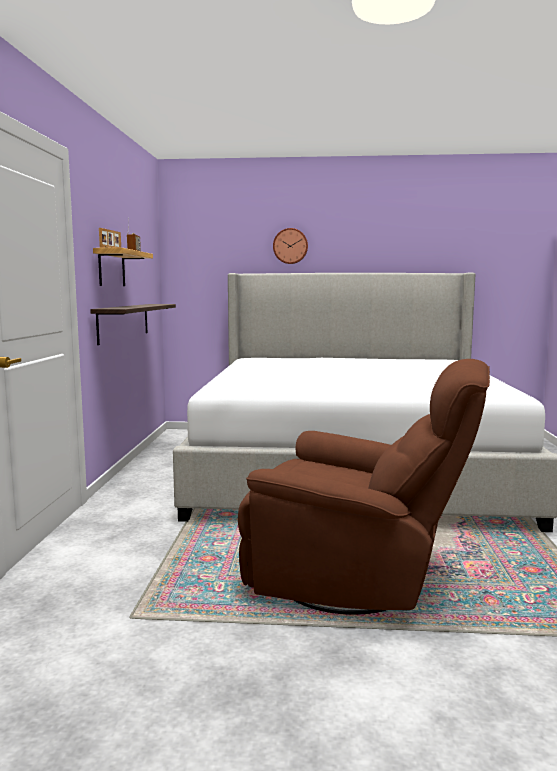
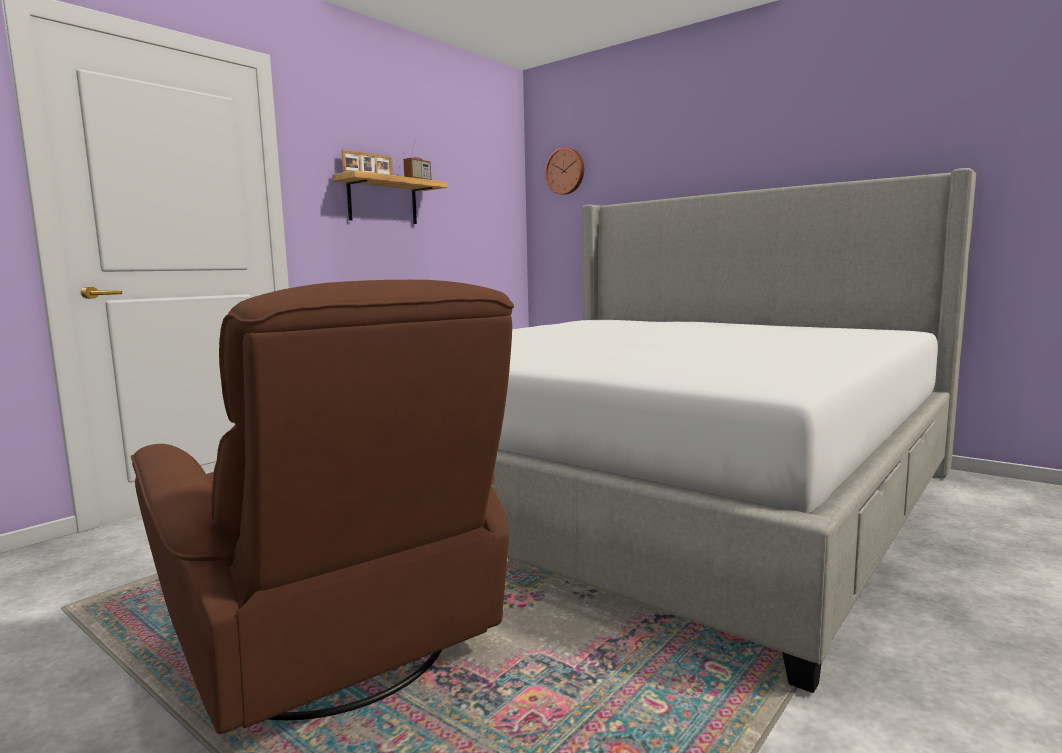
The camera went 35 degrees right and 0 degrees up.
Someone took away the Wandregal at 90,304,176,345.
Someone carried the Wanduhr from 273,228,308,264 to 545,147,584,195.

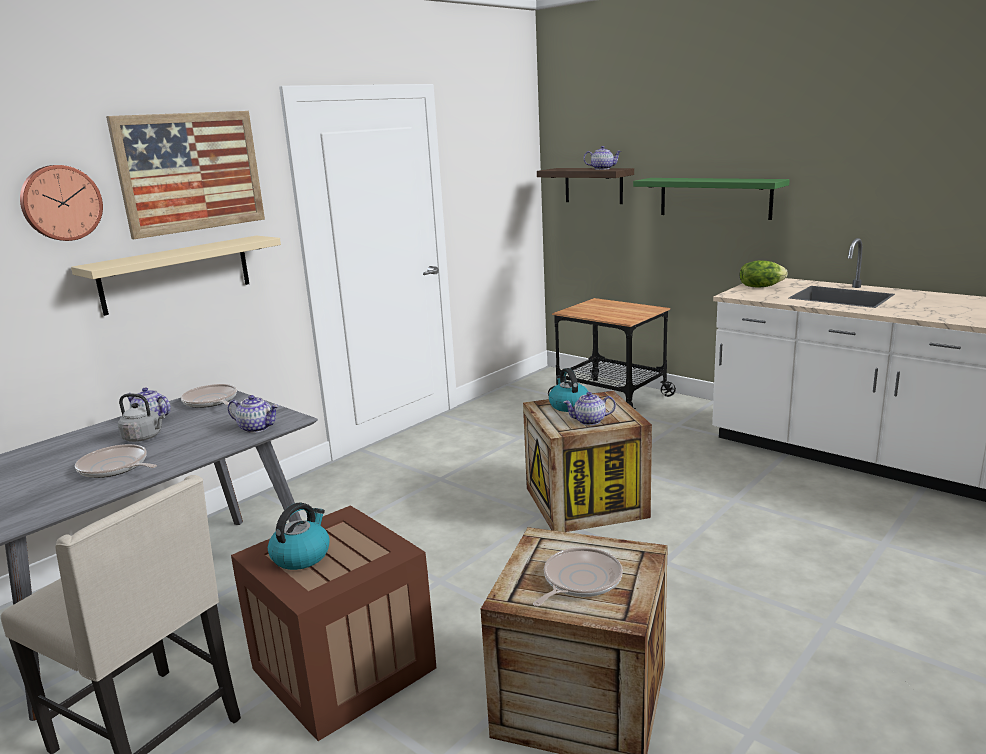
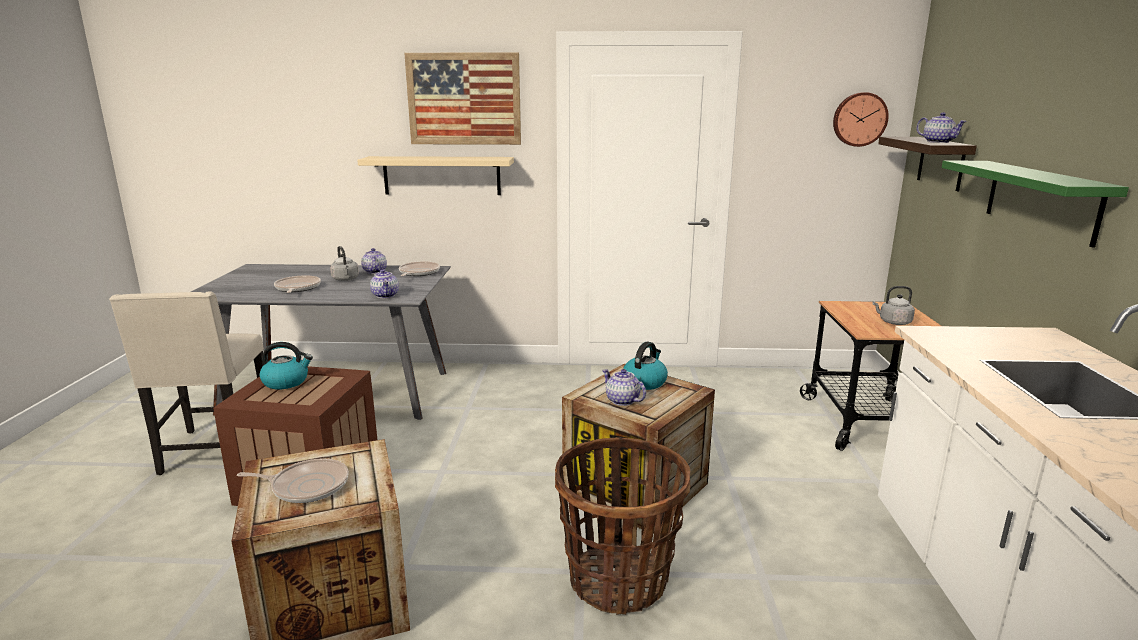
The camera went 50 degrees right and 0 degrees up.
Someone took away the Salatkopf at 740,260,787,287.
Someone put down the Korb at 555,437,691,615.
Someone put down the Wasserkessel/grau at 872,286,915,325.
Someone carried the Wanduhr from 20,165,103,241 to 833,92,889,147.

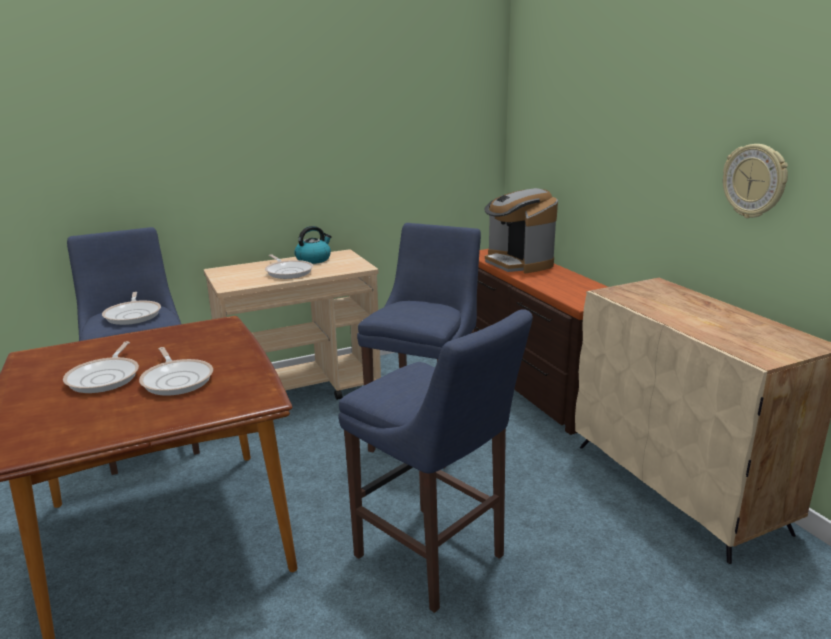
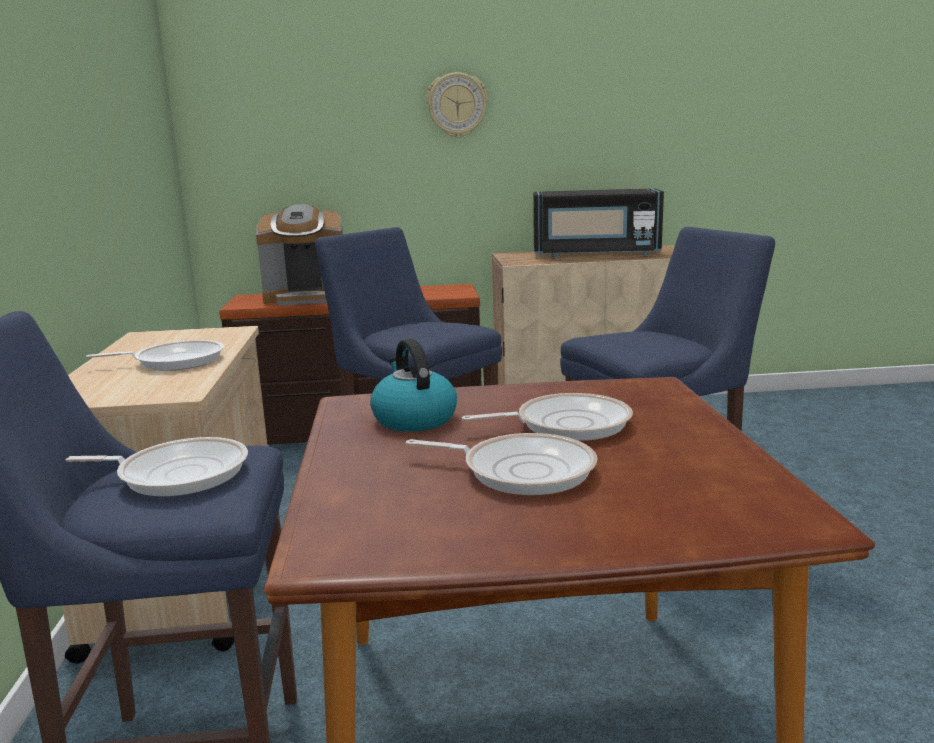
The camera went 70 degrees left and 5 degrees down.
Someone put down the Mikrowelle/schwarz at 533,188,664,258.
Someone carried the Wasserkessel from 294,226,332,264 to 370,339,457,432.
Someone carried the Wanduhr from 723,144,788,218 to 426,72,488,138.

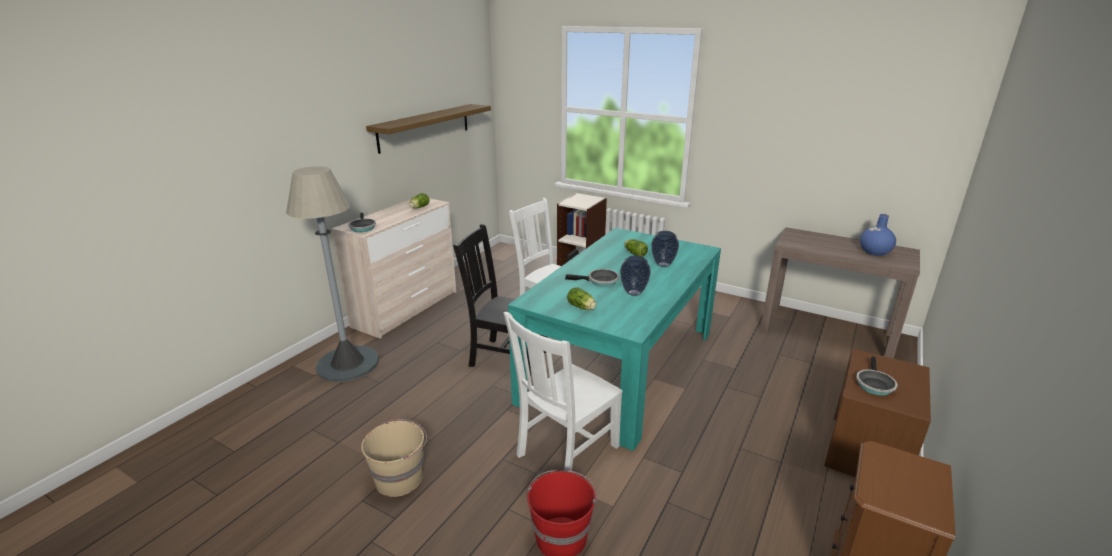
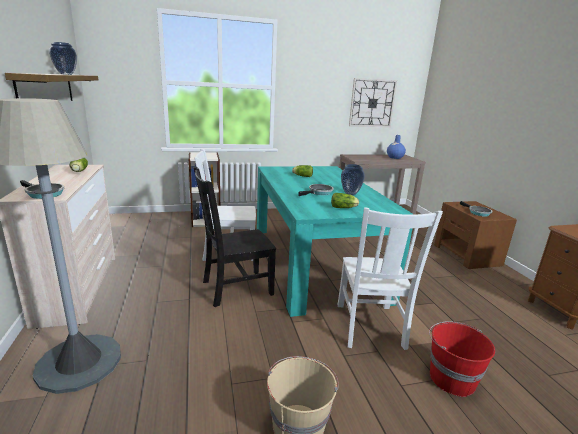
The camera went 45 degrees left and 5 degrees down.
Someone put up the Wanduhr at 349,78,397,127.
Someone carried the Vase from 651,231,679,267 to 49,42,77,75.

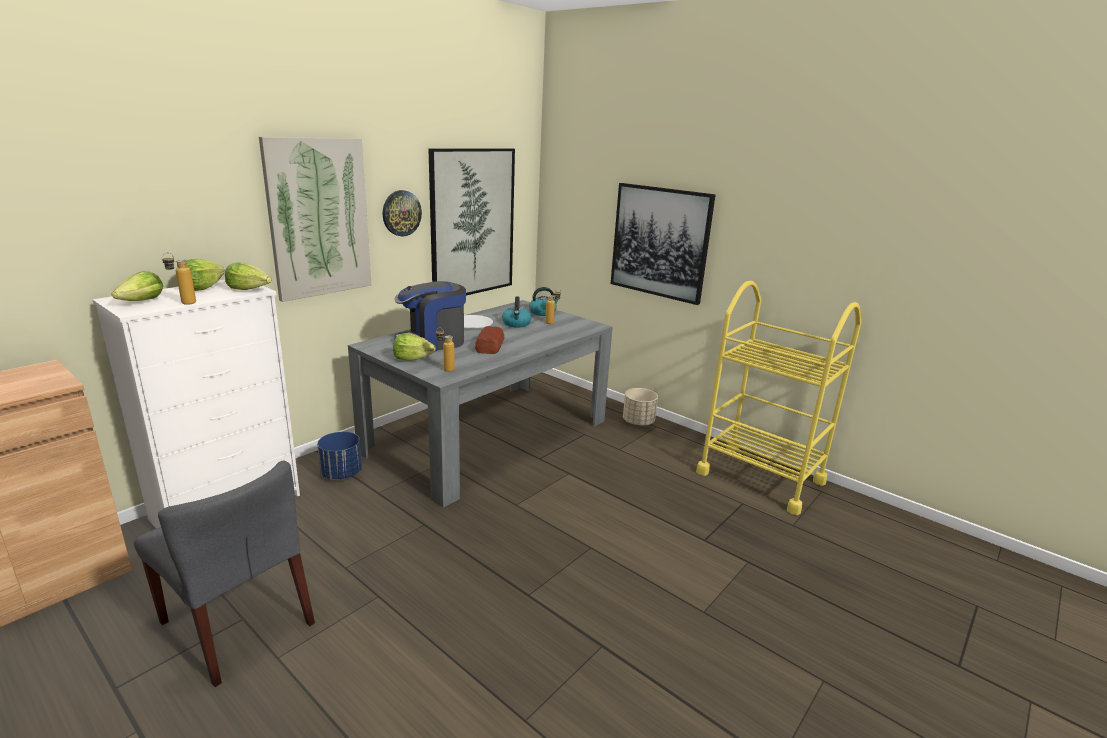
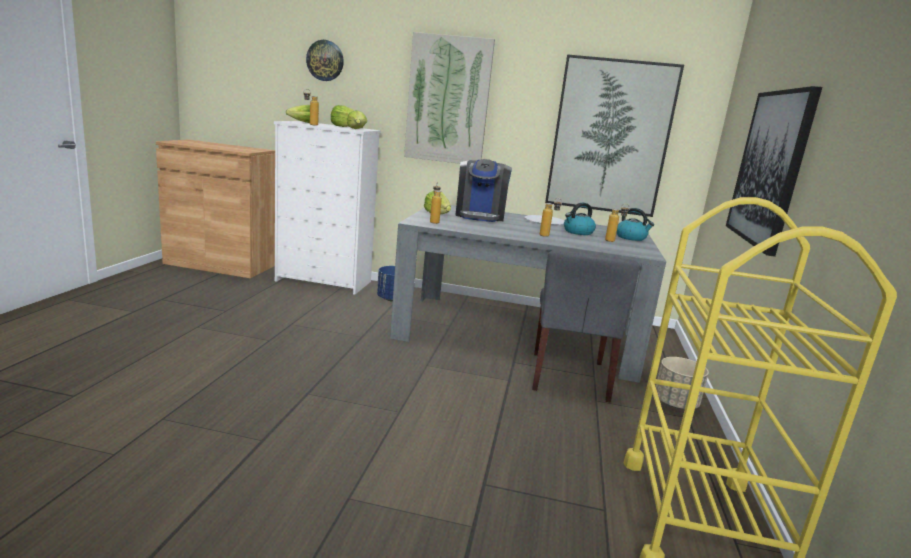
The camera went 60 degrees right and 5 degrees down.
Someone took away the Brot at 475,326,504,354.
Someone put down the Flasche at 540,198,562,237.
Someone carried the Stuhl/grau from 134,461,315,687 to 532,250,640,402.
Someone carried the Wanduhr from 383,190,422,237 to 306,40,344,81.
Someone rotated the Kaffeemaschine at 394,281,466,351 by 120 degrees counterclockwise.

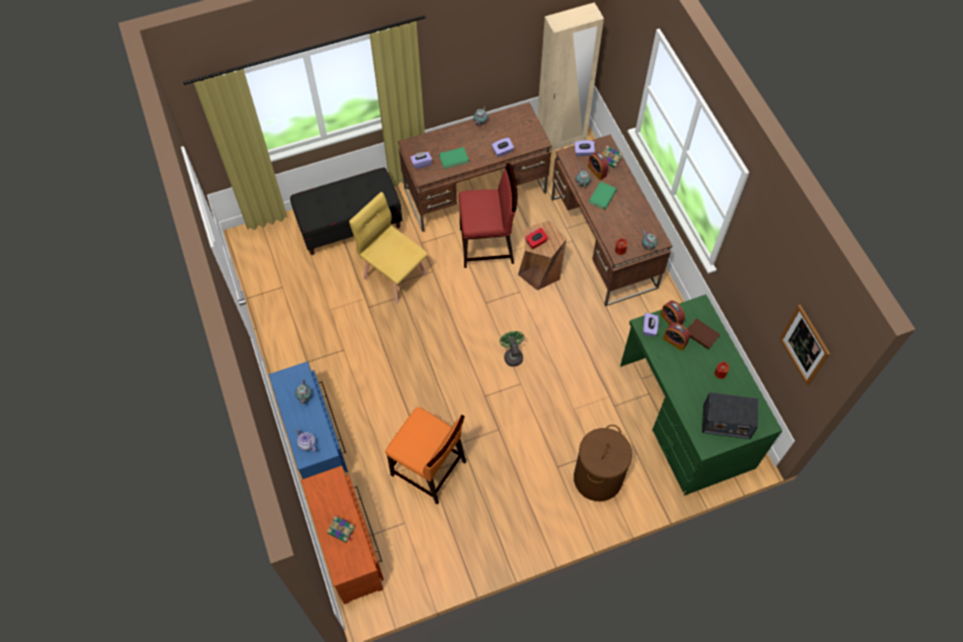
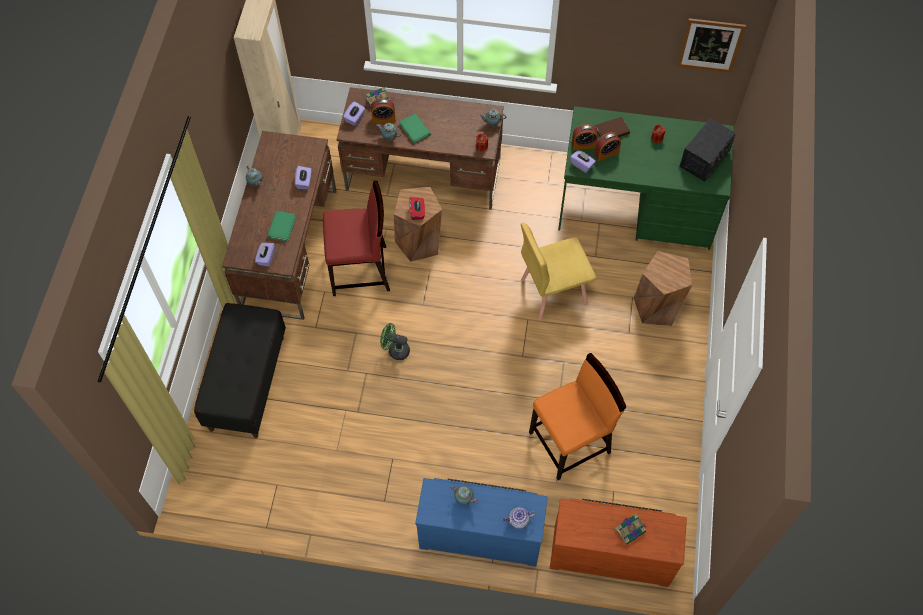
The camera went 60 degrees left and 0 degrees up.
Someone carried the Stuhl/gelb from 349,192,428,304 to 521,223,597,321.
Someone carried the Ventilator/grün from 500,331,524,367 to 380,323,410,360.
Someone swapped the Wäschekorb/braun at 574,425,632,501 for the Hocker/braun at 634,251,693,326.
Someone rotated the Stuhl/rot at 459,164,517,268 by 60 degrees clockwise.

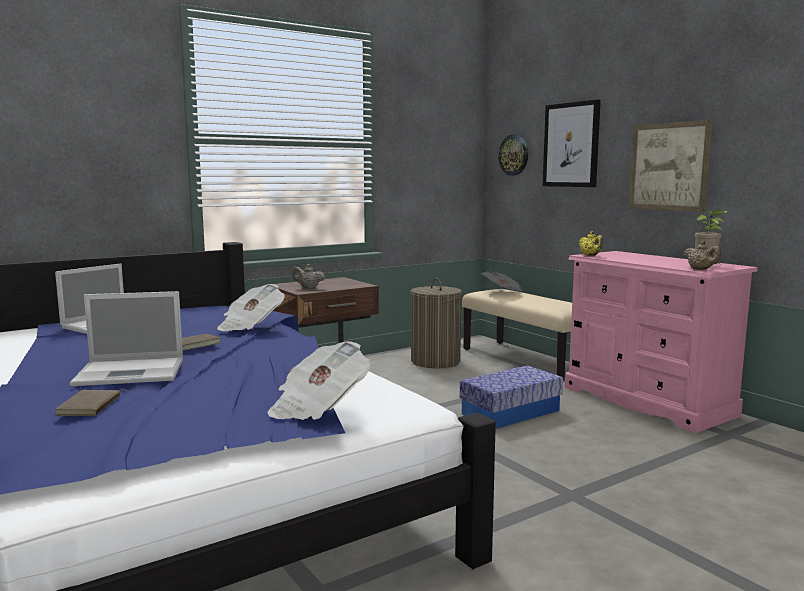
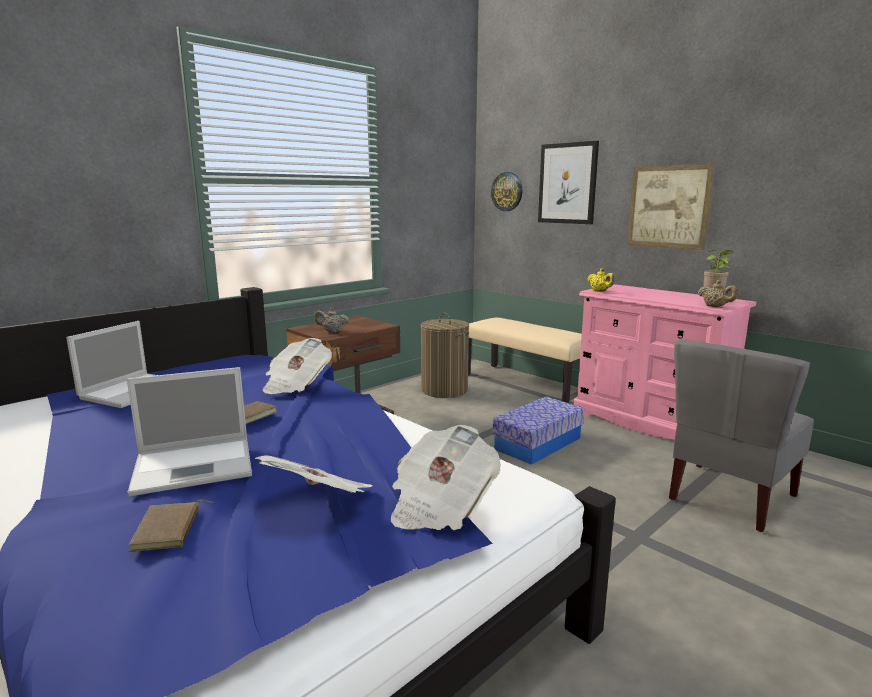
The camera went 10 degrees left and 5 degrees up.
Someone put down the Stuhl/grau at 669,340,814,532.
Someone carried the Zeitung from 481,271,523,291 to 255,455,373,493.

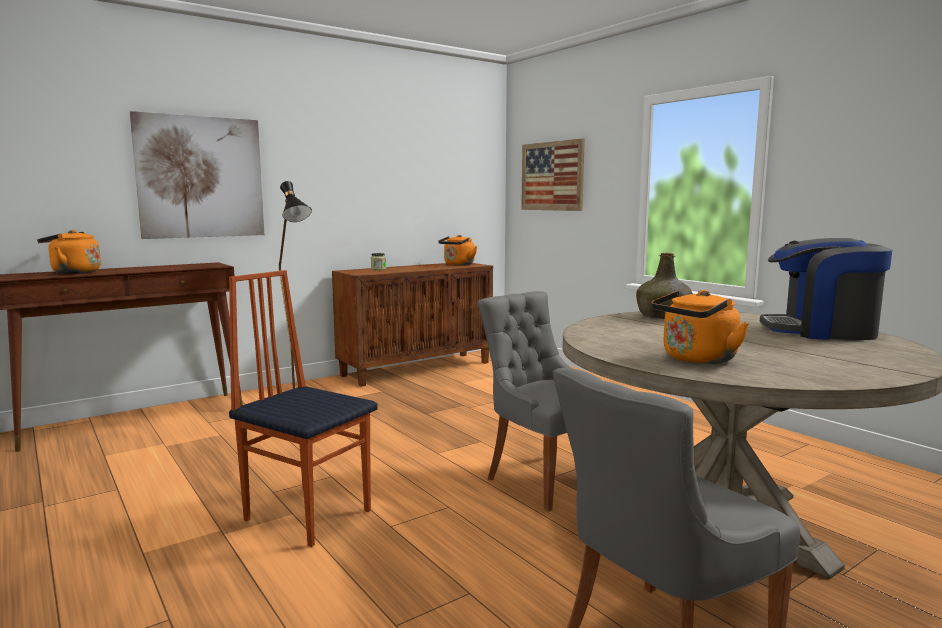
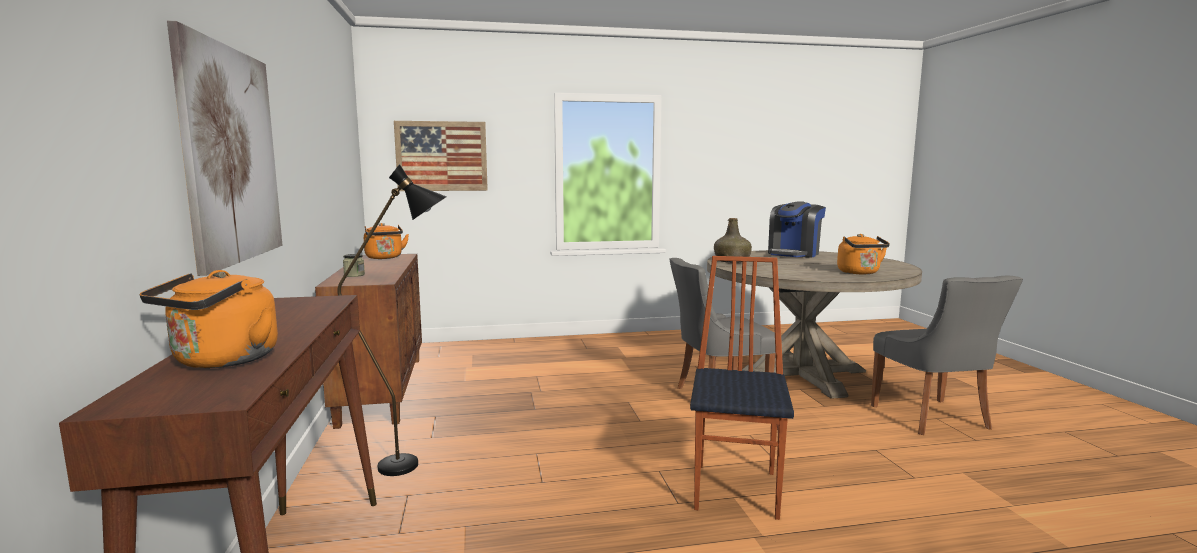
The camera went 65 degrees left and 0 degrees up.
Someone rotated the Stuhl at 229,270,378,547 by 135 degrees clockwise.

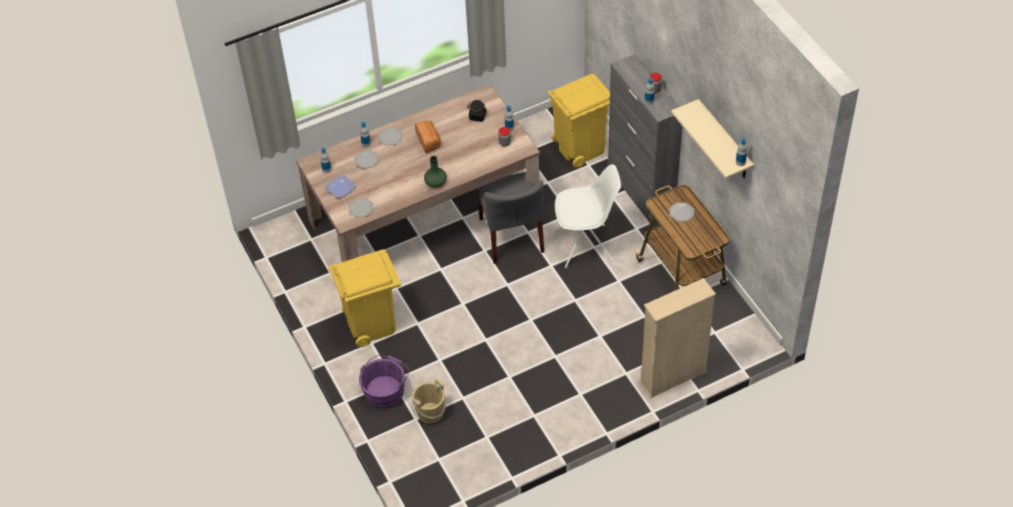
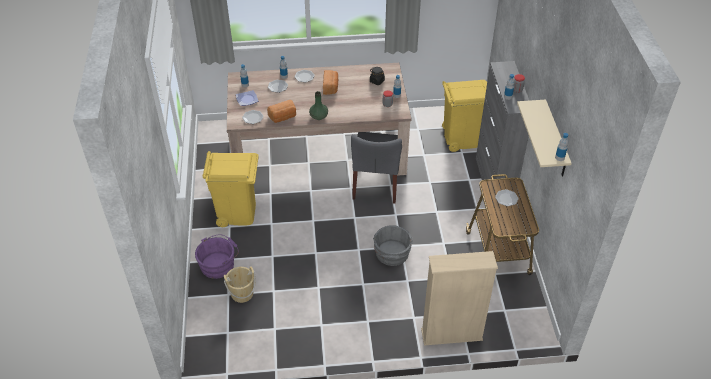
The camera went 20 degrees right and 5 degrees down.
Someone took away the Stuhl/weiß at 555,164,621,268.
Someone put down the Brot at 267,100,296,123.
Someone put down the Eimer/grau at 373,225,413,266.

